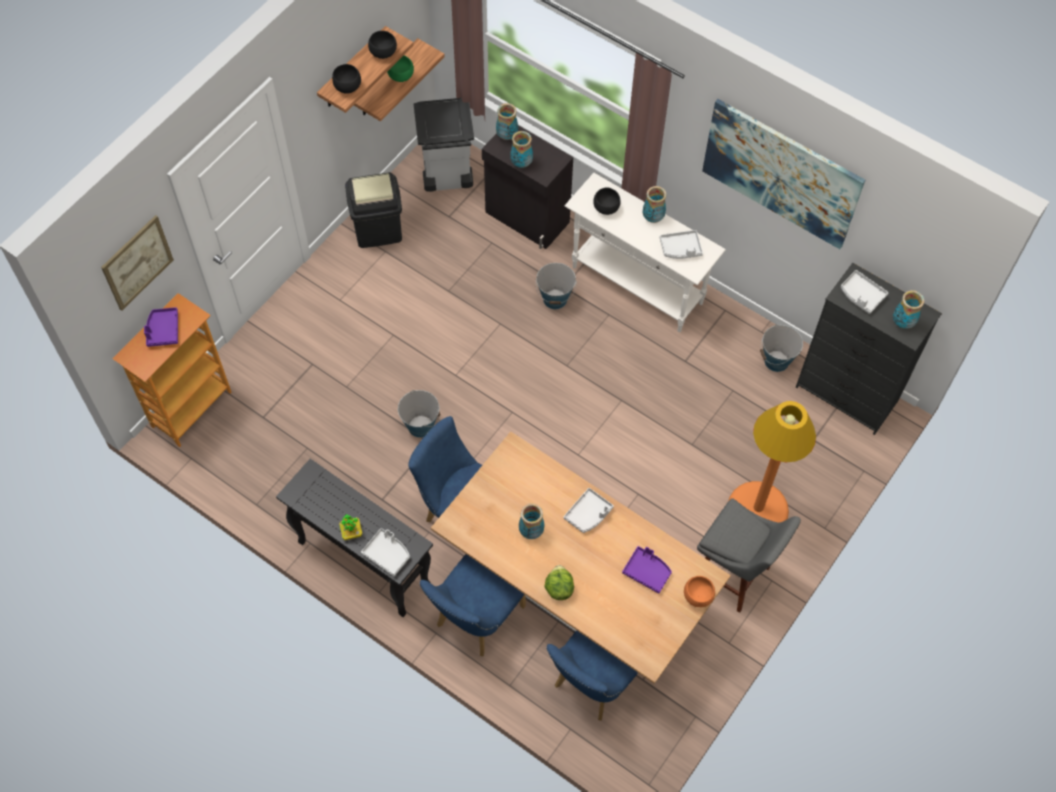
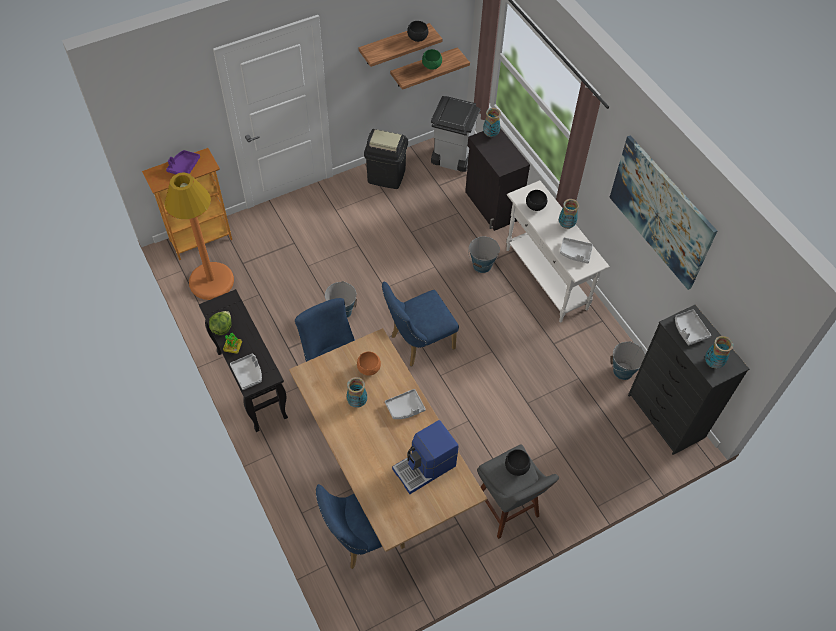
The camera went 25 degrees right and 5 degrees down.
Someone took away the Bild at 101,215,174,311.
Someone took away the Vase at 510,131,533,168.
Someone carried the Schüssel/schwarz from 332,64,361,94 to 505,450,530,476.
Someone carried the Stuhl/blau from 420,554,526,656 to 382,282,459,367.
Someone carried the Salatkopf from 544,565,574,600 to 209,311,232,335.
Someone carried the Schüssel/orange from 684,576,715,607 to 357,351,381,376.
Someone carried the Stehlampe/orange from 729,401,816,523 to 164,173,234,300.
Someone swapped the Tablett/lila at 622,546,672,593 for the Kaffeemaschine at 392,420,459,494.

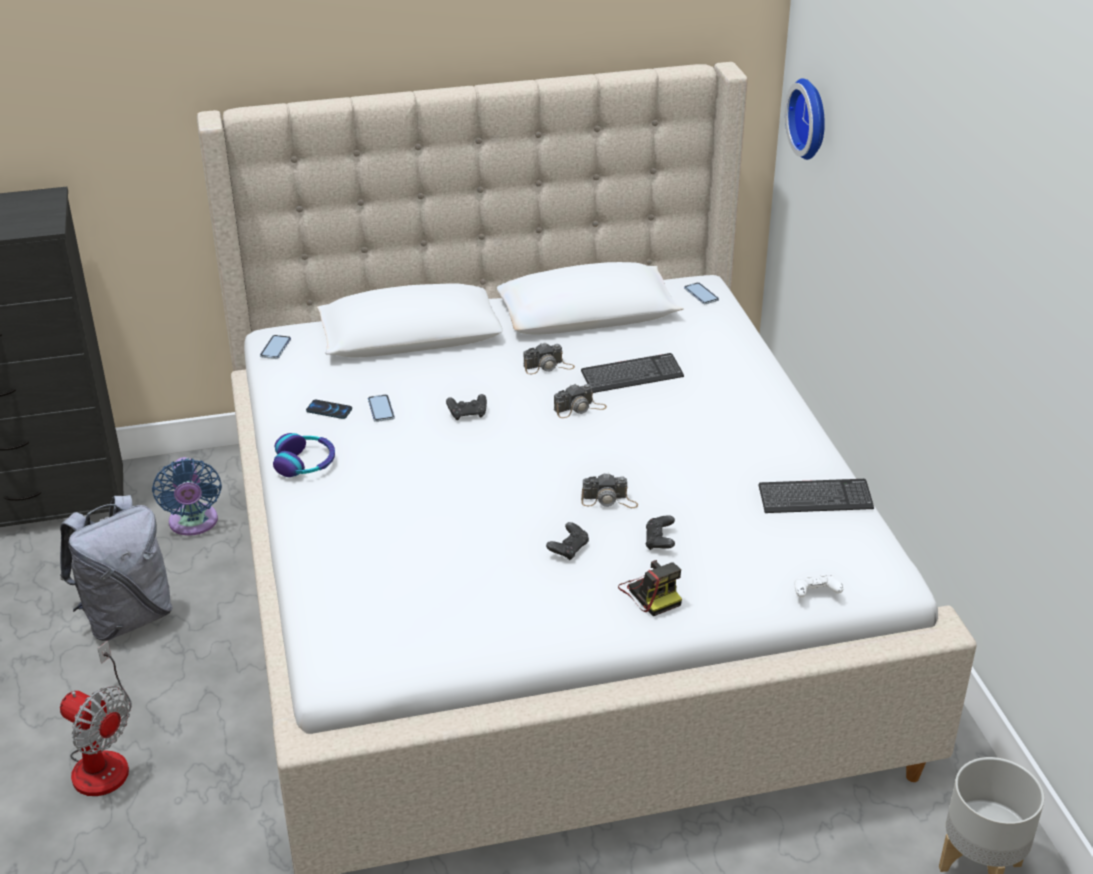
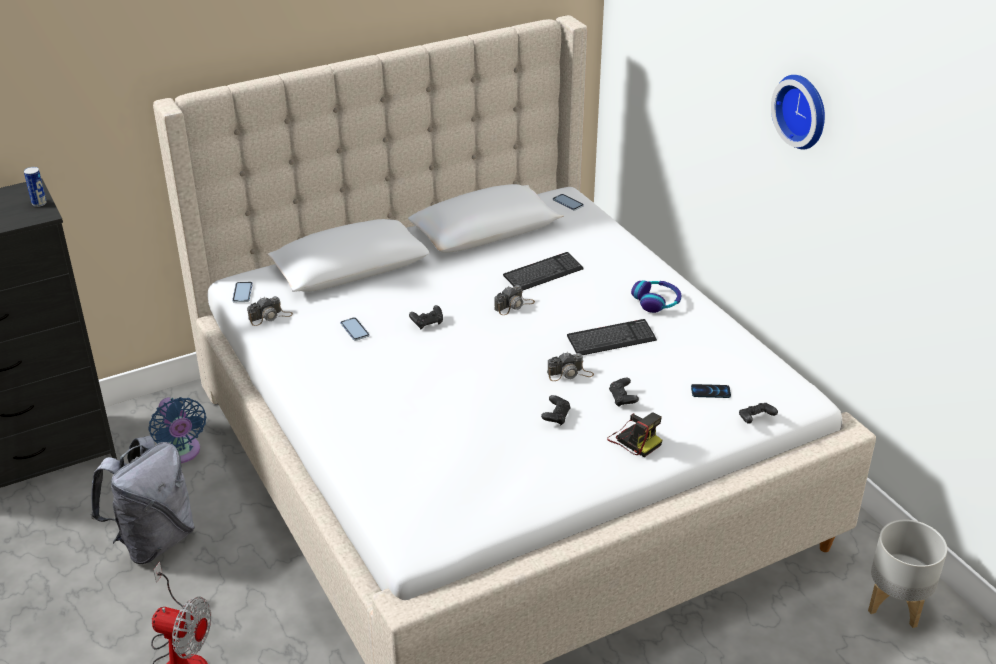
The camera went 15 degrees left and 0 degrees up.
Someone put down the Dose at 24,167,47,207.
Someone carried the Kopfhörer from 273,433,335,477 to 631,280,681,313.
Someone carried the Handy from 306,399,352,419 to 691,384,731,398.
Someone carried the Kamera from 523,343,575,374 to 247,296,293,326.
Someone carried the Tastatur from 759,479,874,513 to 567,319,657,355.
Someone carried the Wanduhr from 785,78,825,160 to 771,75,825,149.
Someone repainted the Gamepad/weiß at 794,574,843,598, which became the Gamepad/schwarz at 739,403,778,424.

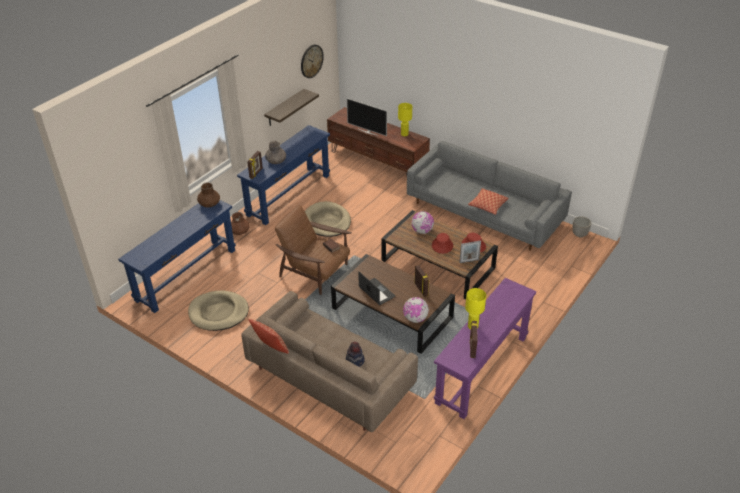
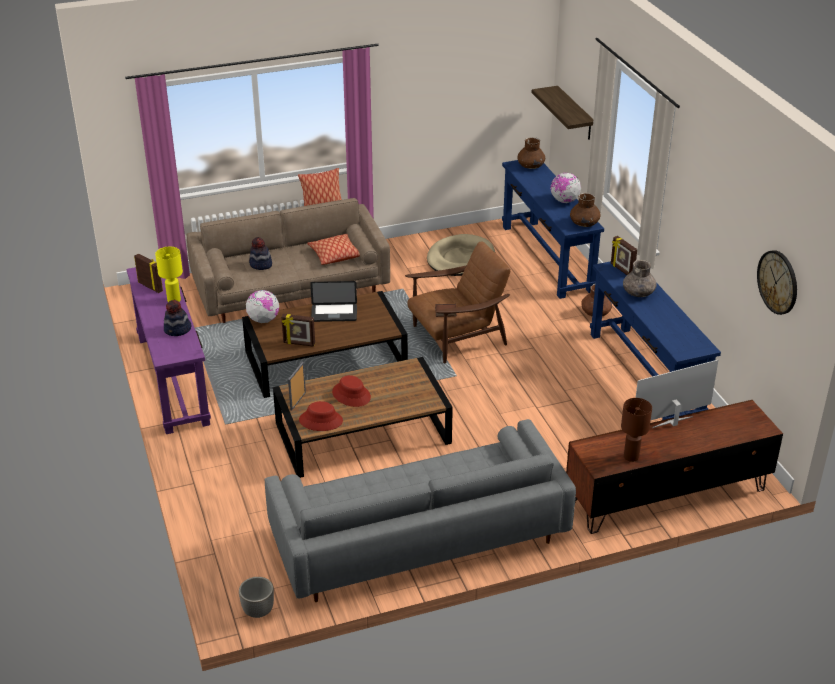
The camera went 125 degrees right and 5 degrees down.
Someone took away the Hundebett/beige at 305,201,351,237.
Someone put down the Hut at 164,300,191,336.
Someone put down the Vase/braun at 517,137,545,169.
Someone carried the Wandregal from 264,89,319,126 to 532,86,594,140.
Someone carried the Globus from 412,211,434,234 to 551,173,581,203.
Someone carried the Kissen from 468,188,509,215 to 307,234,360,265.
Someone repainted the Tischlampe/gelb at 398,103,412,136, which became the Tischlampe/braun at 621,398,652,462.

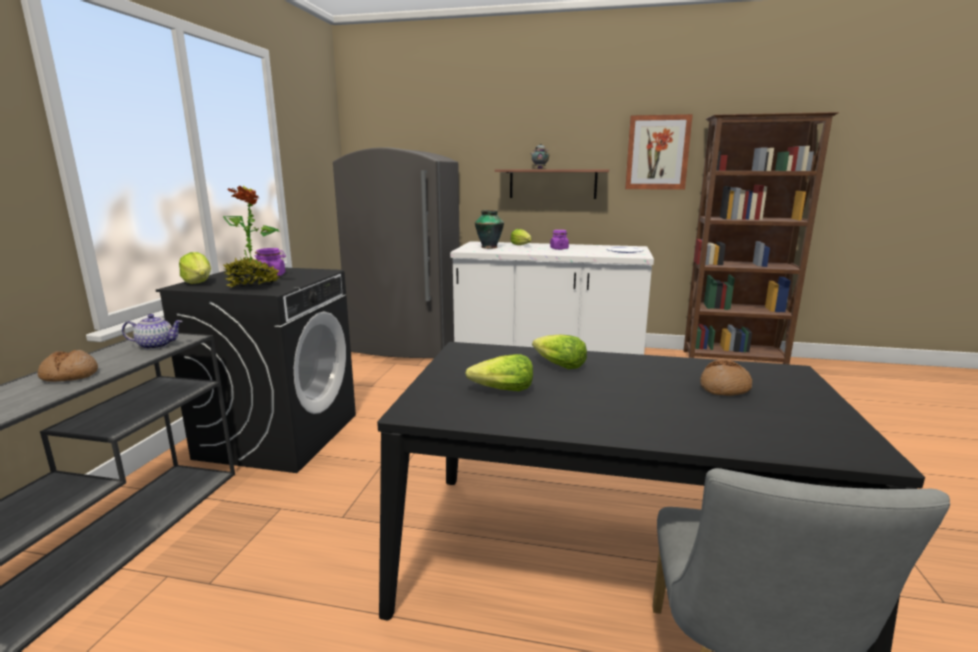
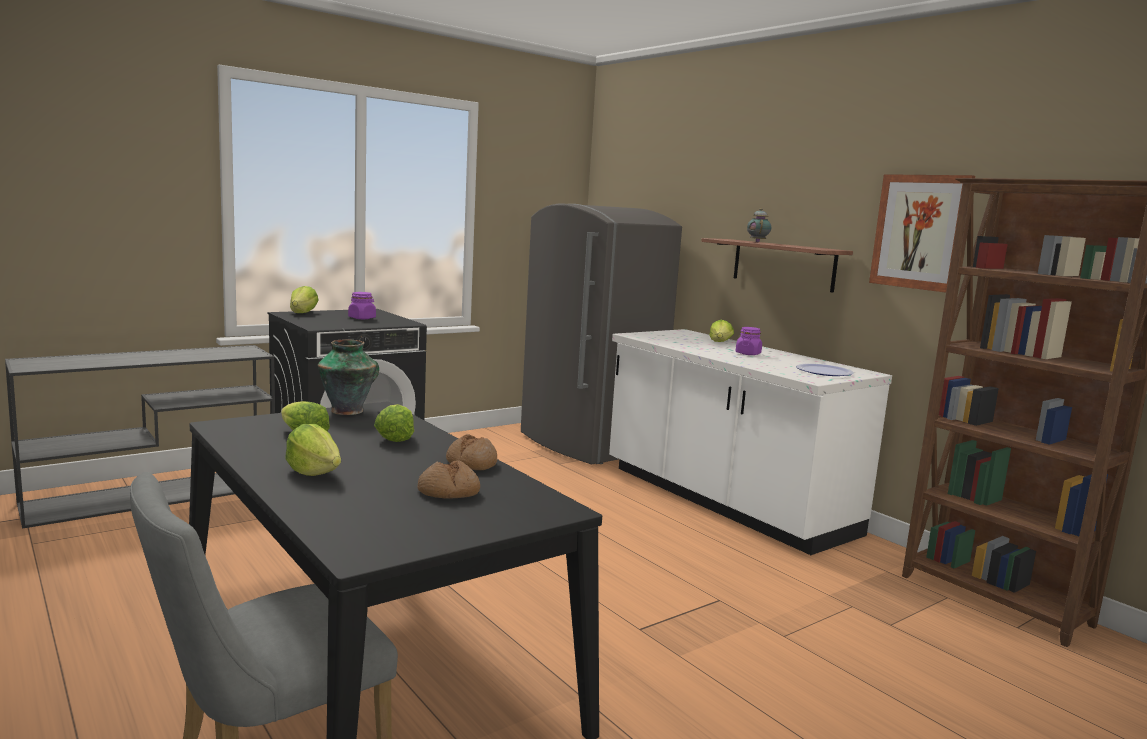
The camera went 40 degrees right and 5 degrees down.
Someone took away the Teekanne at 122,314,183,350.
Someone took away the Topfpflanze at 223,186,280,288.
Someone put down the Salatkopf at 285,424,341,476.
Someone carried the Brot from 37,350,98,382 to 446,434,497,470.
Someone carried the Vase from 475,210,504,249 to 318,339,379,415.

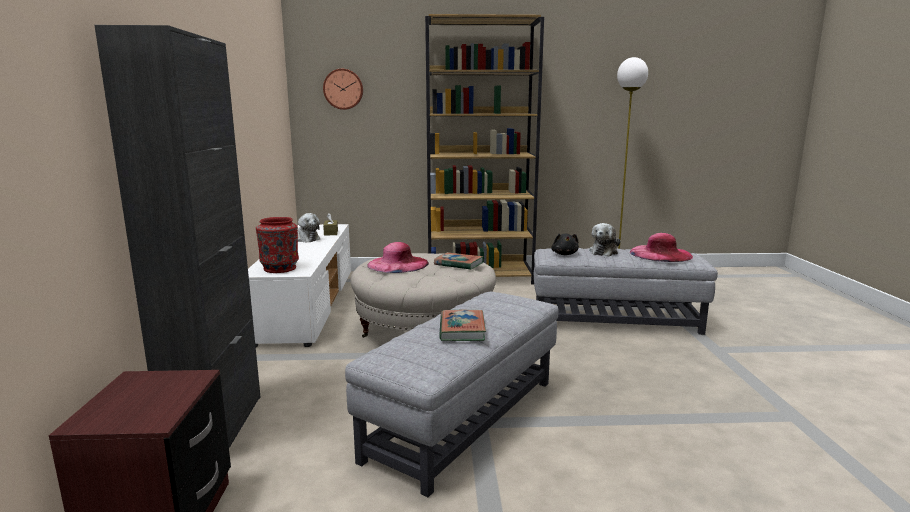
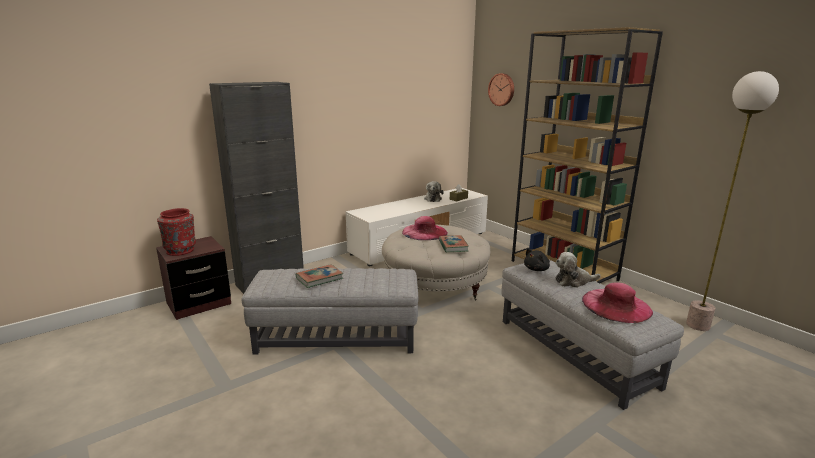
The camera went 55 degrees right and 5 degrees up.
Someone carried the Vase/rot from 256,217,299,273 to 157,208,196,256.

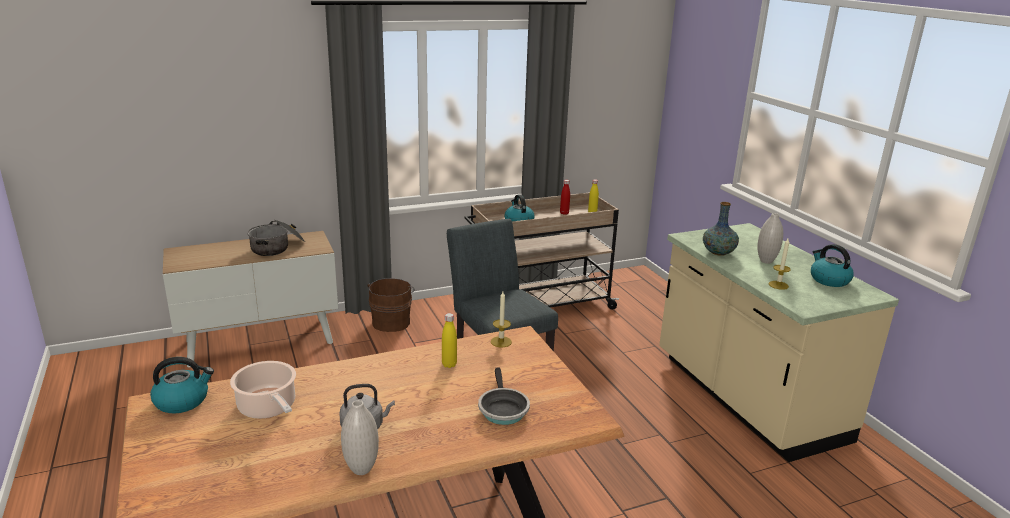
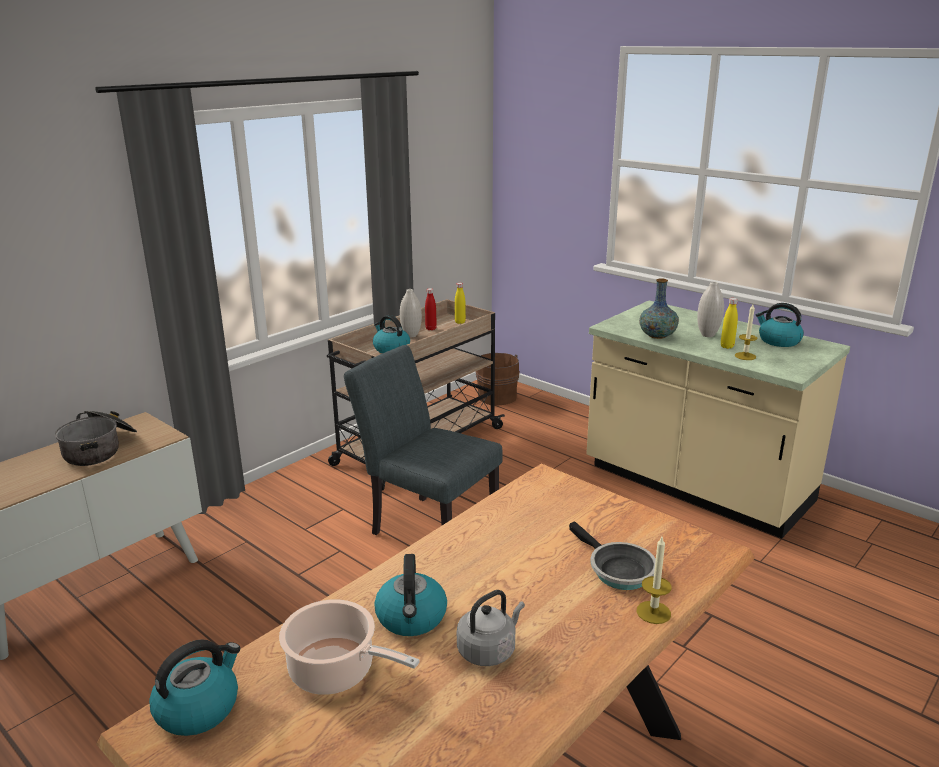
The camera went 25 degrees left and 0 degrees up.
Someone put down the Wasserkessel at 374,554,447,636.
Someone carried the Vase/weiß from 341,400,379,475 to 400,289,422,337.
Someone carried the Eimer/braun from 367,278,415,332 to 476,353,520,406.
Someone carried the Flasche/gelb from 442,313,457,368 to 721,298,738,349.
Someone carried the Kerze from 491,292,512,347 to 637,537,672,624.

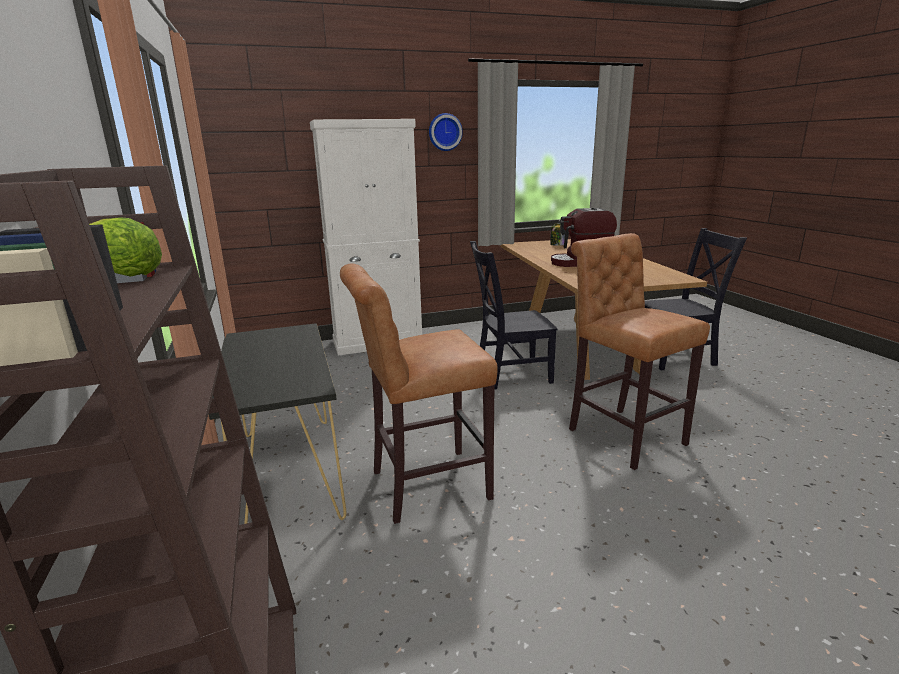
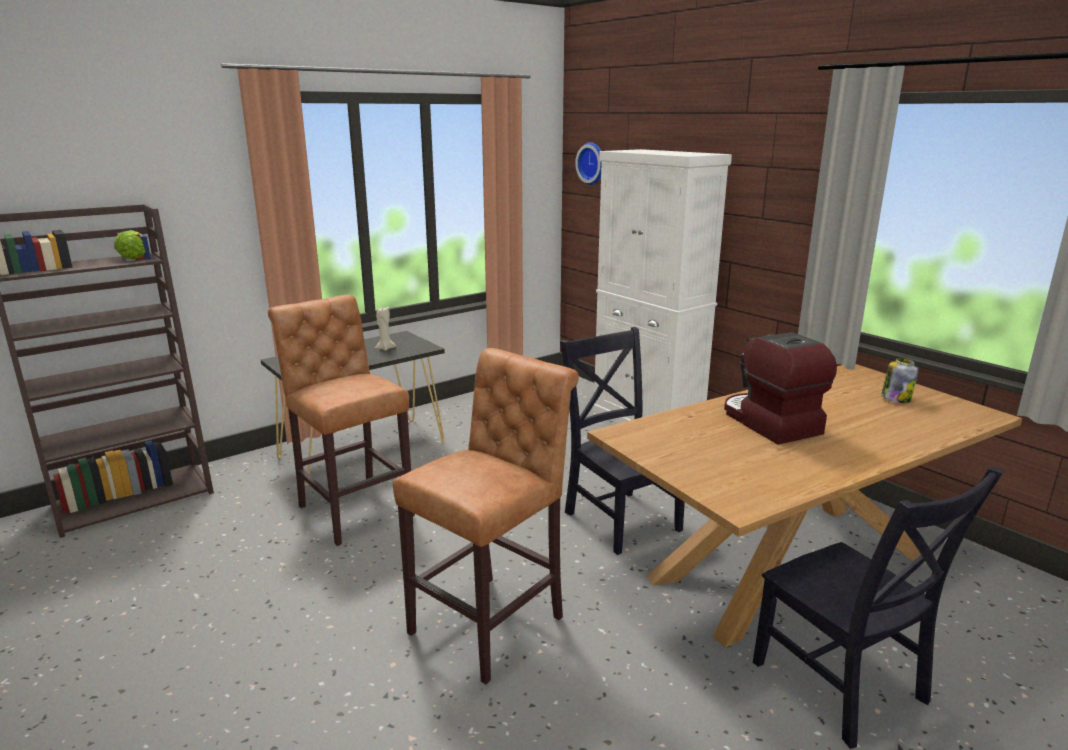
The camera went 70 degrees right and 0 degrees up.
Someone put down the Kerze/beige at 375,307,396,351.
Someone carried the Wanduhr from 429,113,463,151 to 575,142,602,185.

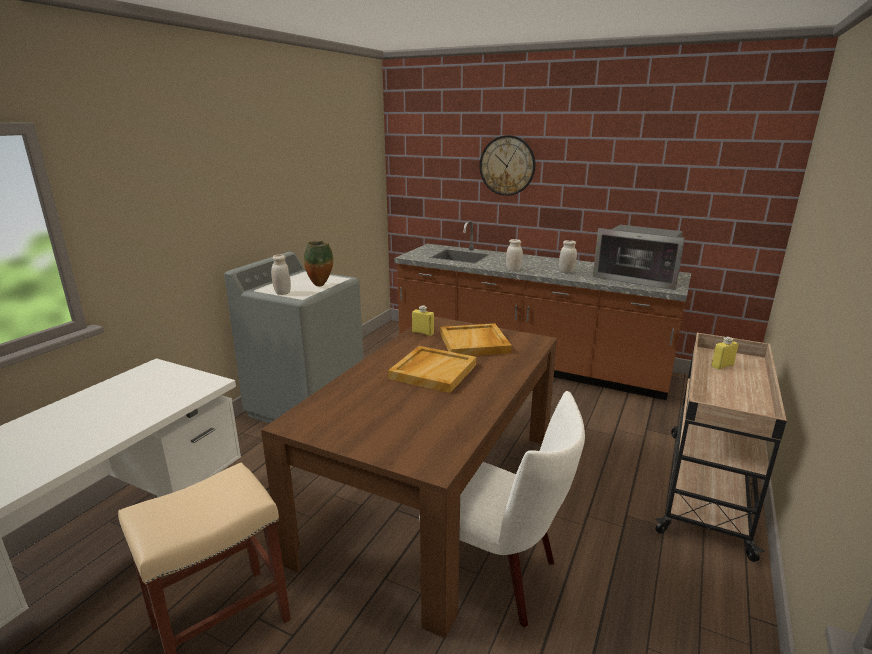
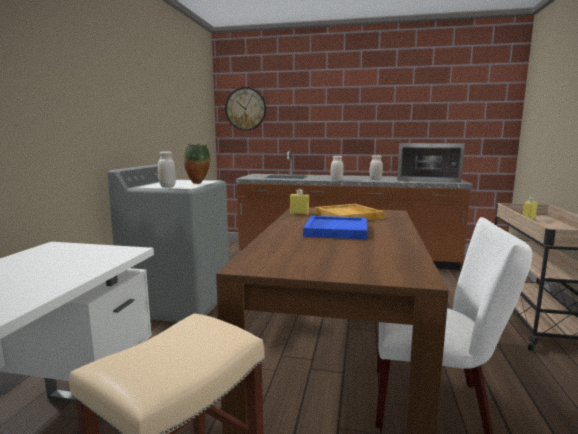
The camera went 15 degrees left and 10 degrees down.
Someone carried the Wanduhr from 479,135,536,196 to 225,87,266,131.
Someone repainted the Tablett/beige at 388,346,476,393, which became the Tablett/blau at 303,216,367,240.

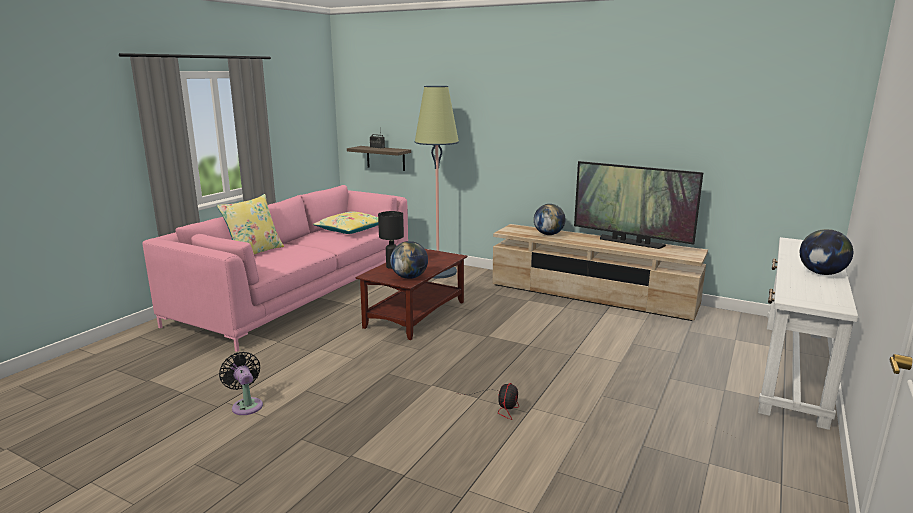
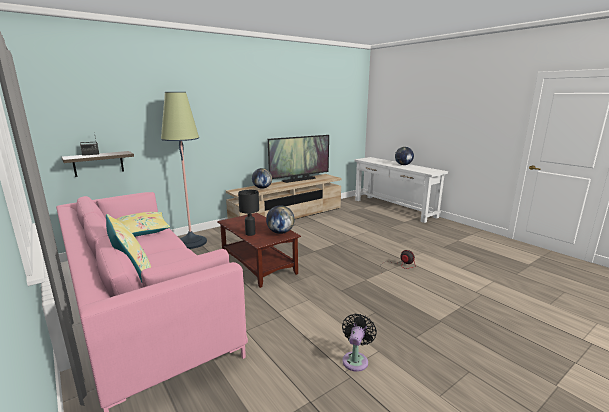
The camera went 65 degrees left and 0 degrees up.
Someone rotated the Ventilator/schwarz at 219,352,263,415 by 120 degrees clockwise.

